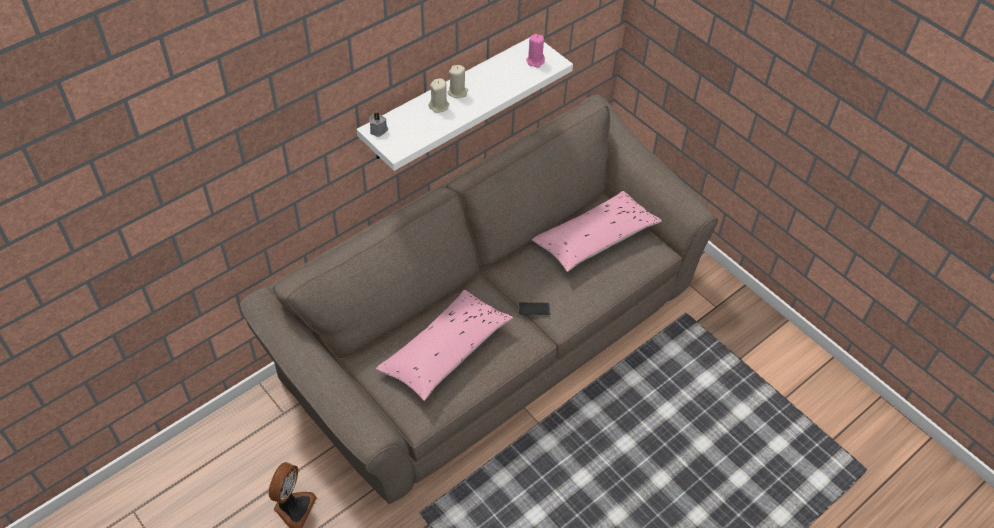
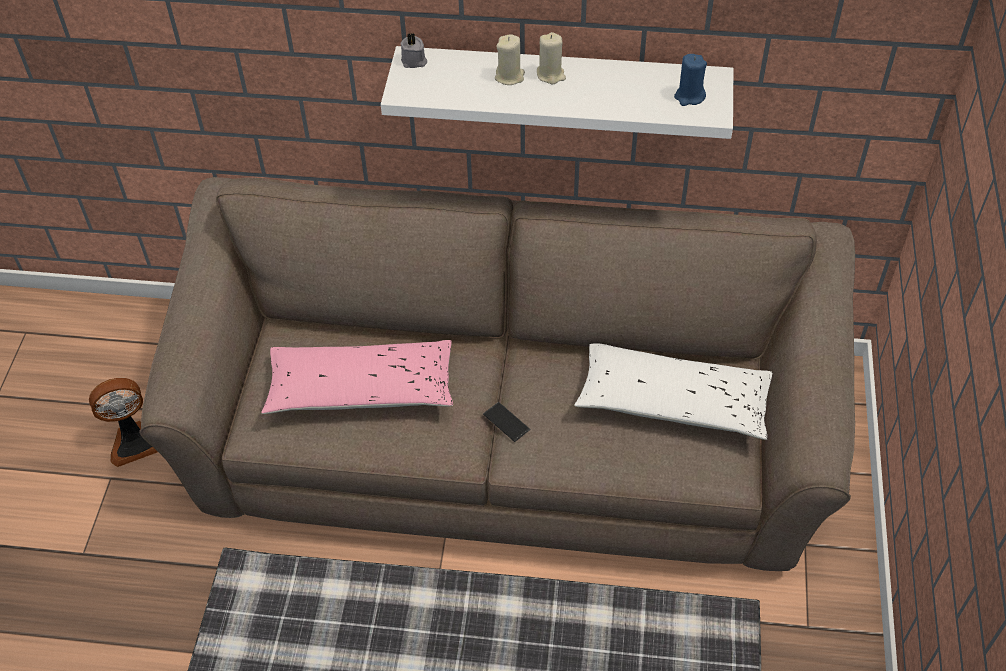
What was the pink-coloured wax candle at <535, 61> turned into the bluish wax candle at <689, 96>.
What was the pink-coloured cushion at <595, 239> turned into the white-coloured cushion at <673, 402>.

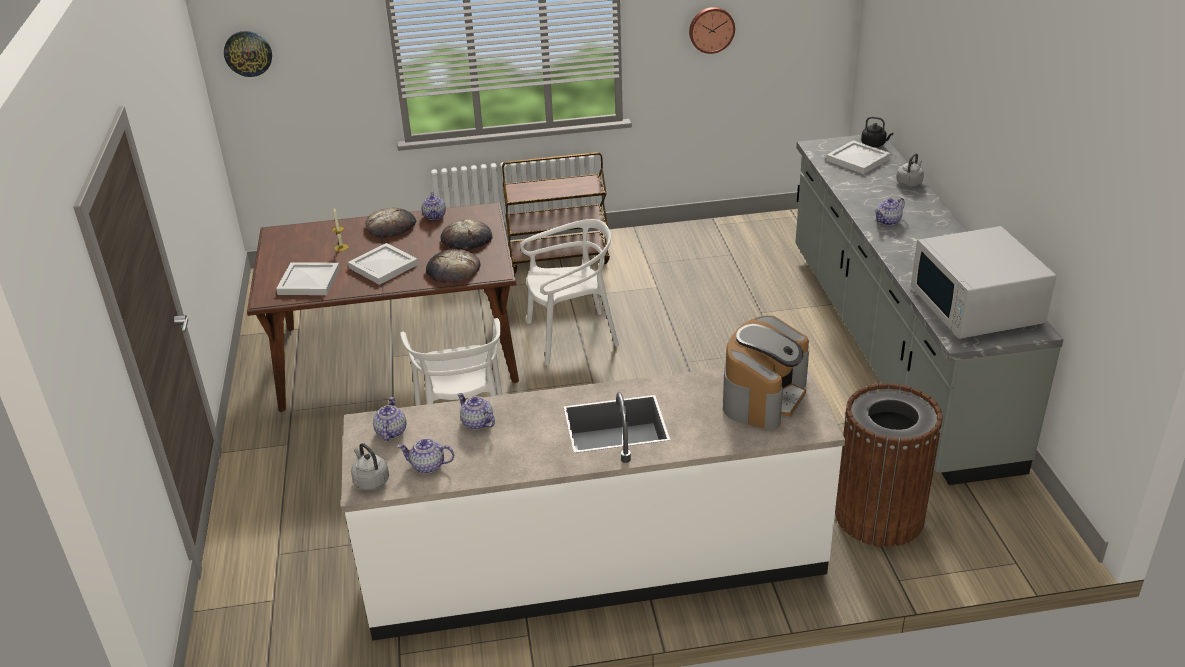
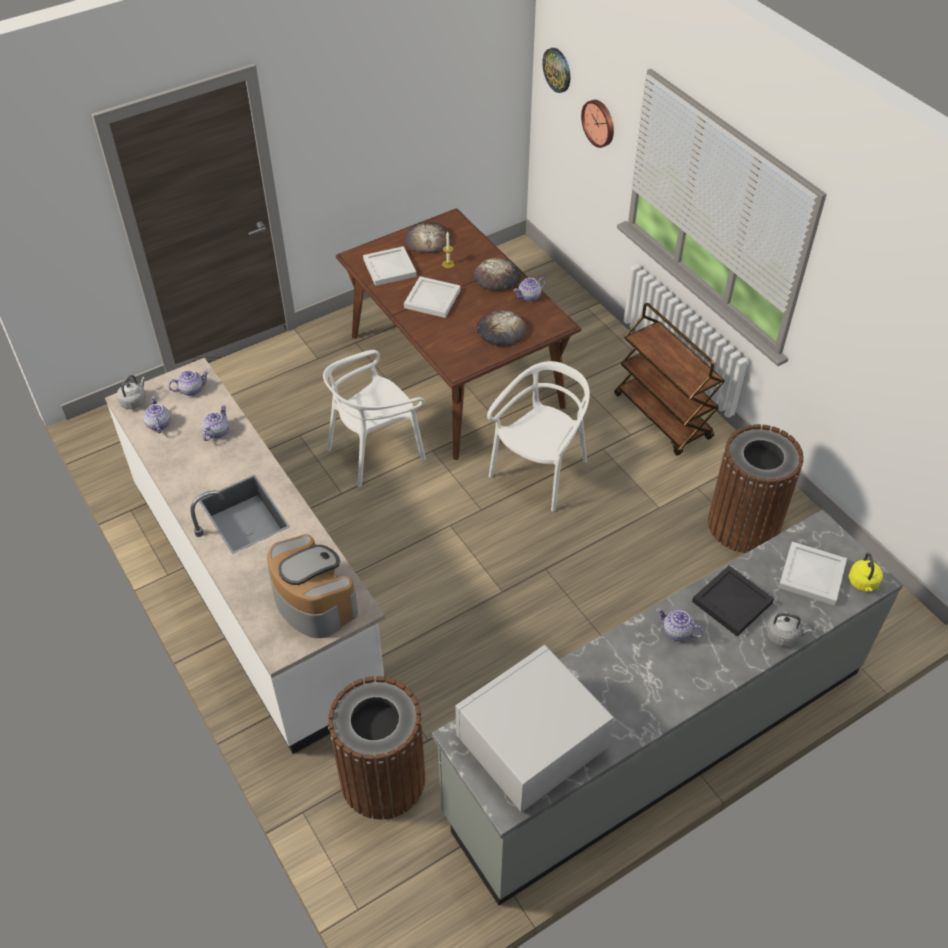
The second view gained the black-coloured carrying tray at <730, 602>.
The second view gained the brownish rubbish bin at <743, 524>.
The baked bread ended up elsewhere, having gone from <453, 269> to <427, 240>.
The hanging clock ended up elsewhere, having gone from <711, 29> to <599, 122>.
What was the black-coloured kettle at <874, 144> turned into the yellow kettle at <863, 583>.
The white-coloured plain chair at <571, 336> ended up facing another way, 105 degrees counterclockwise from before.
The coffee machine at <763, 396> ended up facing another way, 135 degrees counterclockwise from before.

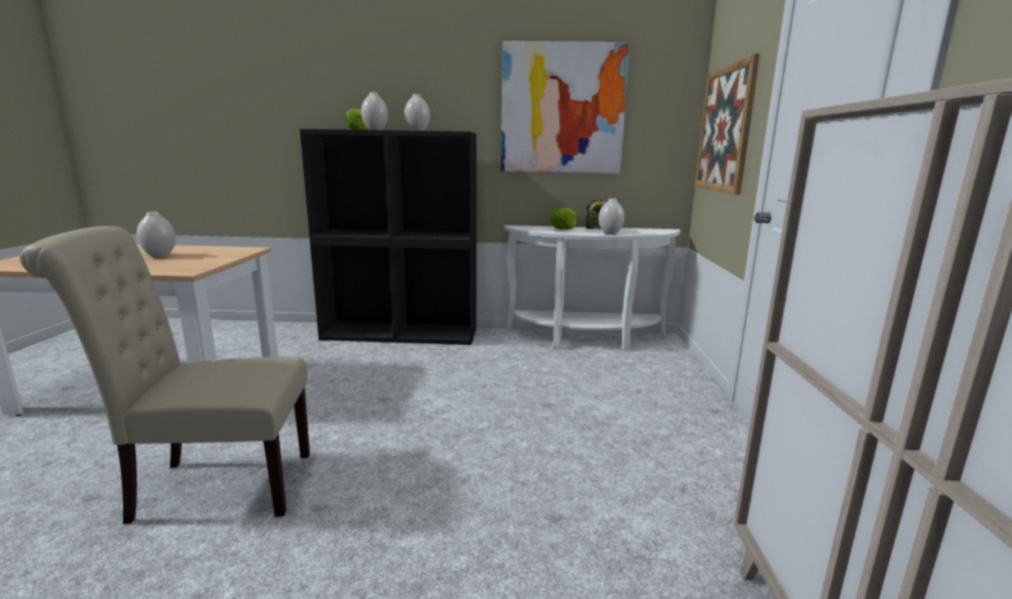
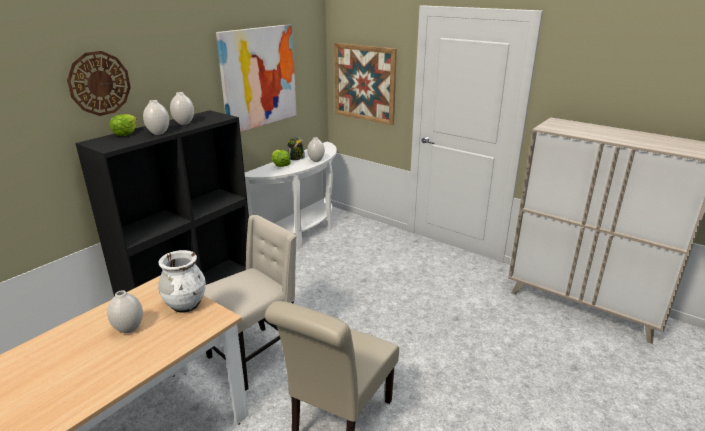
The second view gained the hanging clock at <99, 83>.
The second view gained the white-coloured decorative vase at <186, 305>.
The second view gained the beige plain chair at <255, 355>.

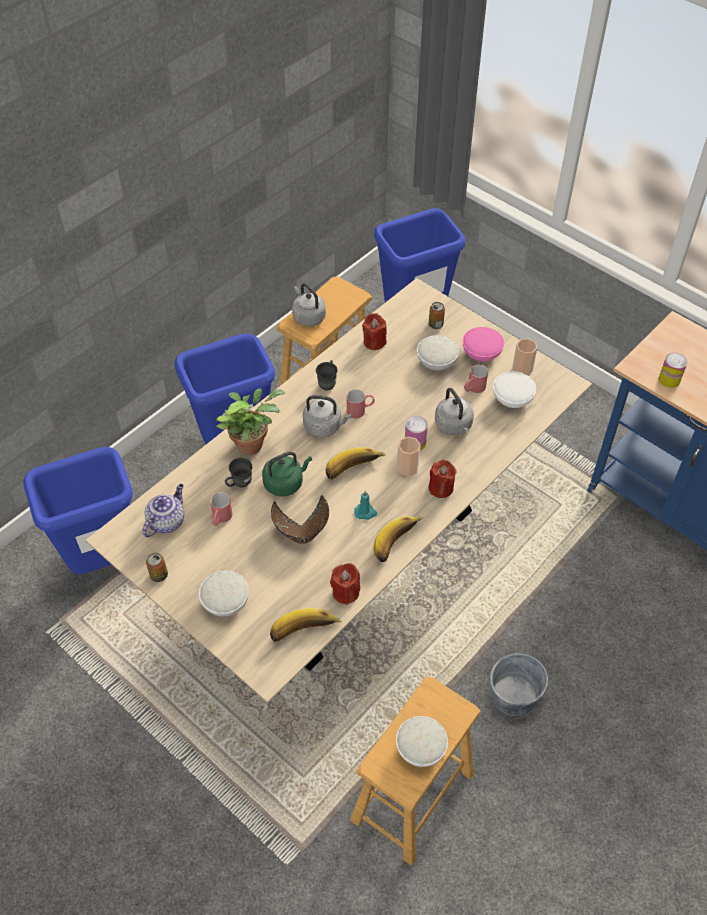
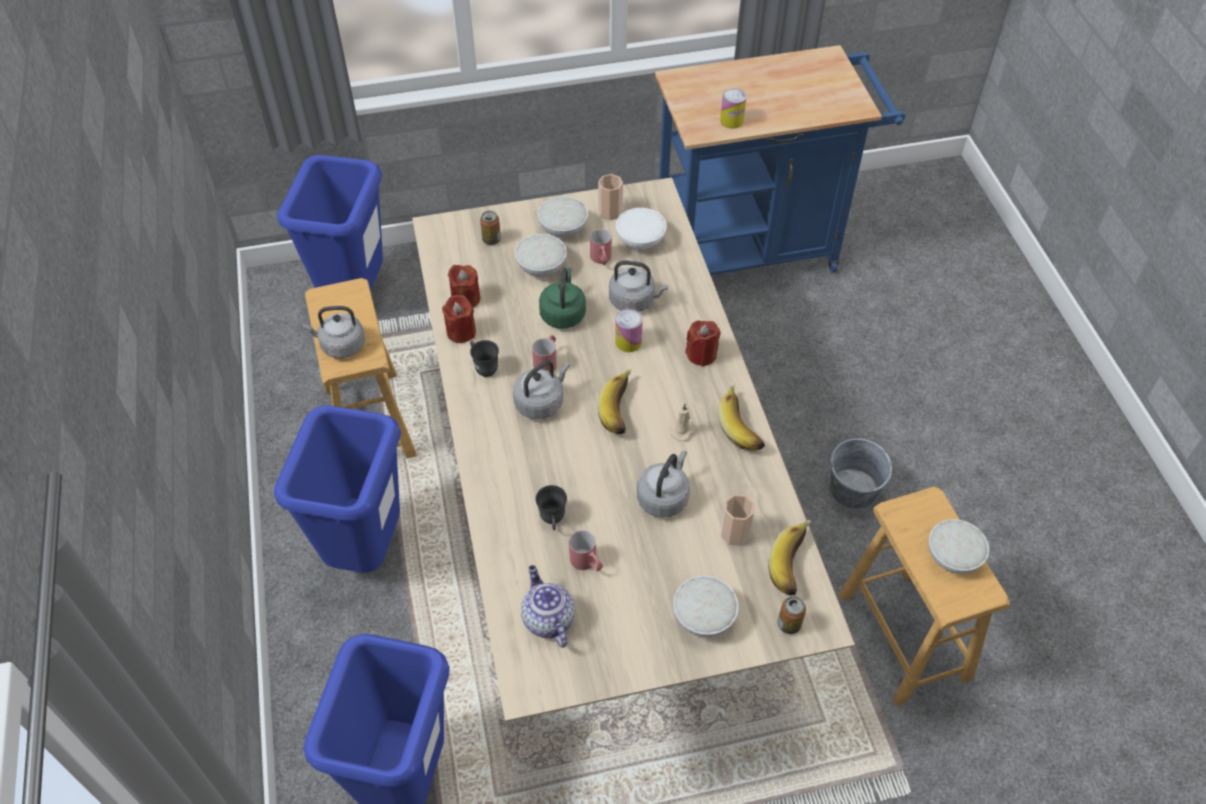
The second view lost the houseplant at <252, 443>.
The can ended up elsewhere, having gone from <159, 575> to <789, 624>.
The green kettle ended up elsewhere, having gone from <285, 483> to <563, 313>.
The reddish wax candle ended up elsewhere, having gone from <345, 592> to <461, 332>.
The drinking cup ended up elsewhere, having gone from <407, 467> to <735, 533>.
Where the brownish serving bowl stood at <302, 531>, the greyish kettle came to stand at <664, 497>.
What was the blue-green wax candle at <365, 512> turned into the beige wax candle at <683, 430>.
What was the pink-coloured serving bowl at <482, 354> turned into the white-coloured serving bowl at <564, 228>.

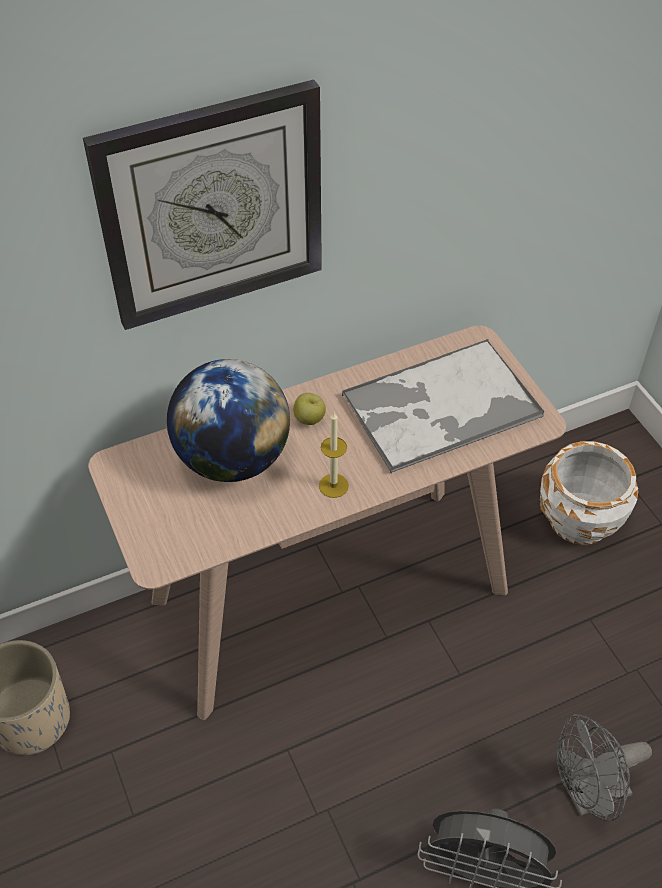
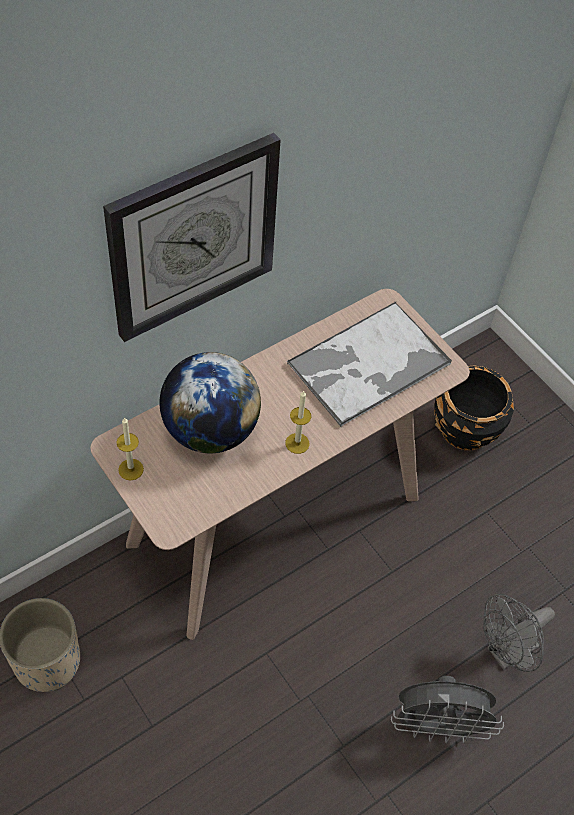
The second view lost the apple fruit at <309, 419>.
The second view gained the wax candle at <131, 469>.
What was the white-coloured planter at <579, 519> turned into the black-coloured planter at <465, 428>.

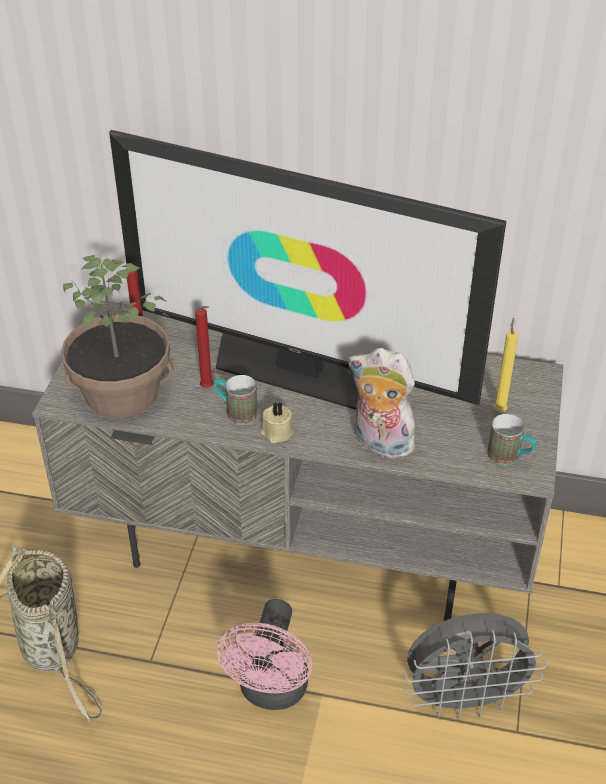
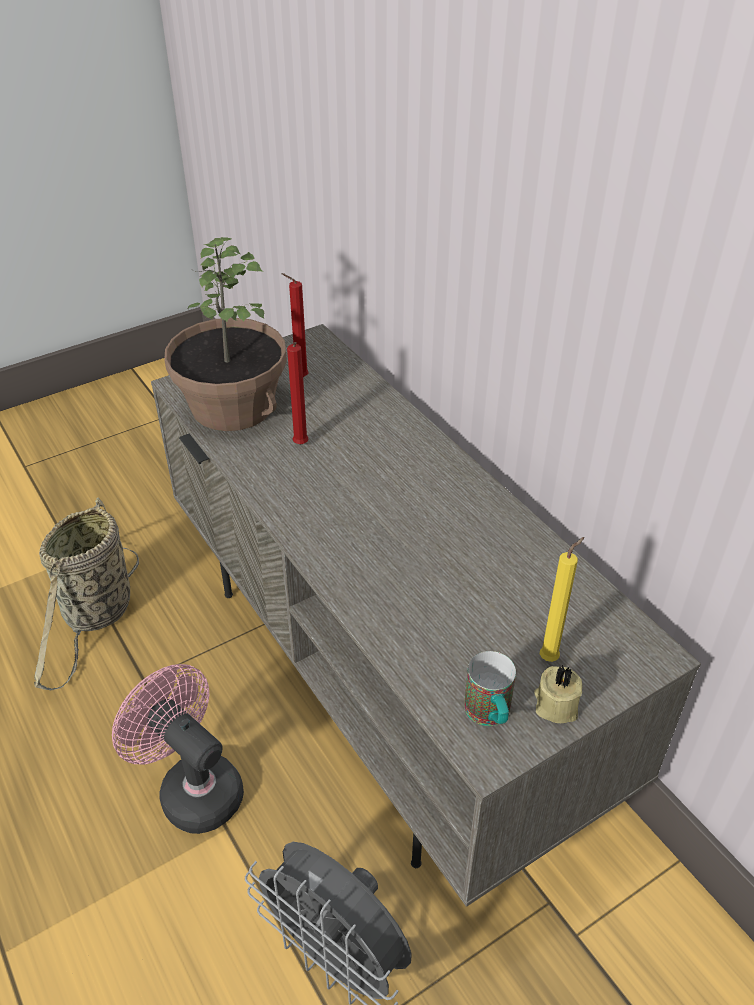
The second view lost the television at <300, 369>.
The second view lost the mug at <236, 412>.
The second view lost the cuddly toy at <379, 444>.
The beige wax candle ended up elsewhere, having gone from <276, 432> to <555, 705>.
The pink-coloured fan at <271, 692> ended up facing another way, 75 degrees clockwise from before.

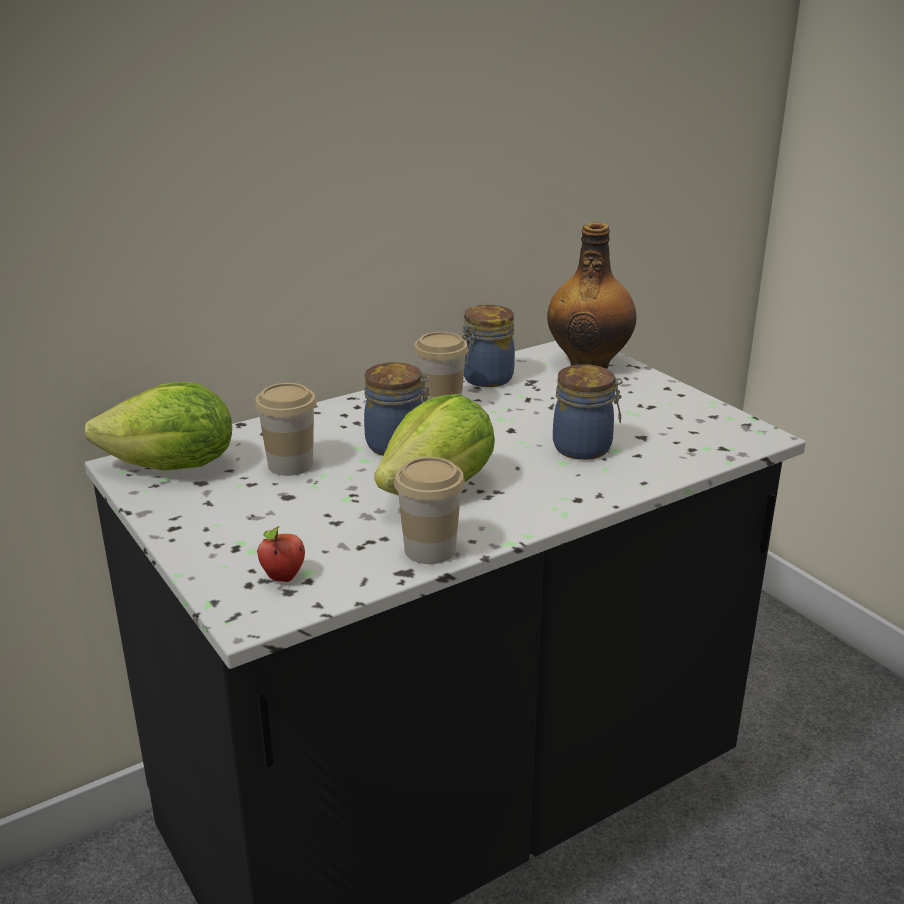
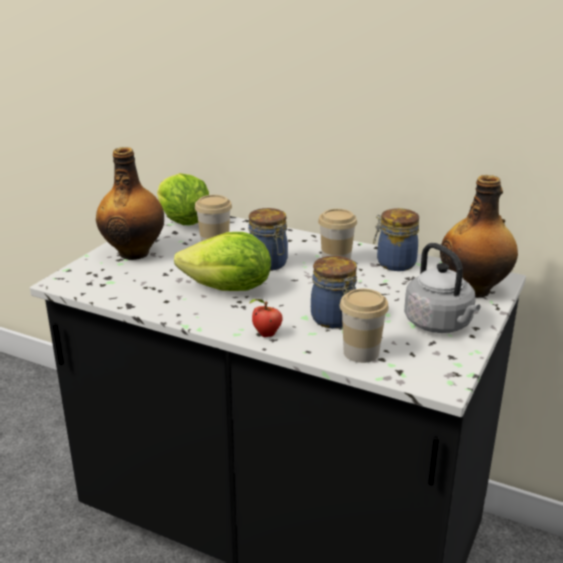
The second view gained the drink bottle at <134, 252>.
The second view gained the greyish kettle at <440, 324>.
The apple fruit ended up elsewhere, having gone from <283, 578> to <266, 335>.
The drinking cup ended up elsewhere, having gone from <430, 550> to <361, 352>.

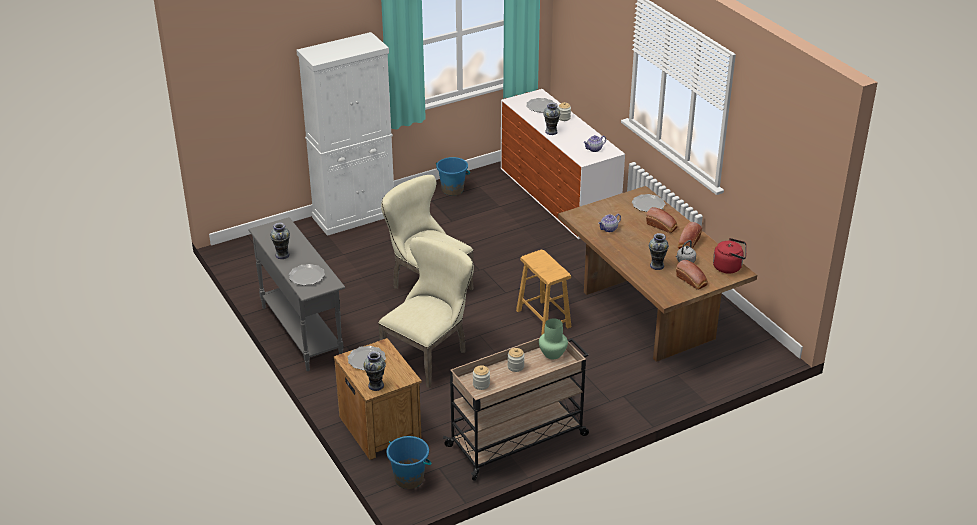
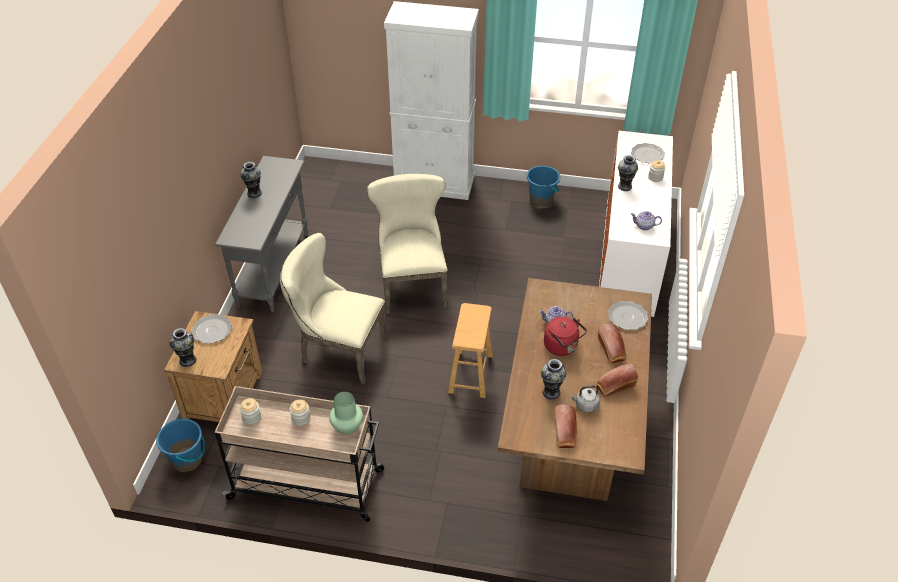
The second view lost the plate at <306, 276>.
The reddish kettle ended up elsewhere, having gone from <729, 267> to <562, 347>.
The beige plain chair at <429, 355> ended up facing another way, 150 degrees counterclockwise from before.

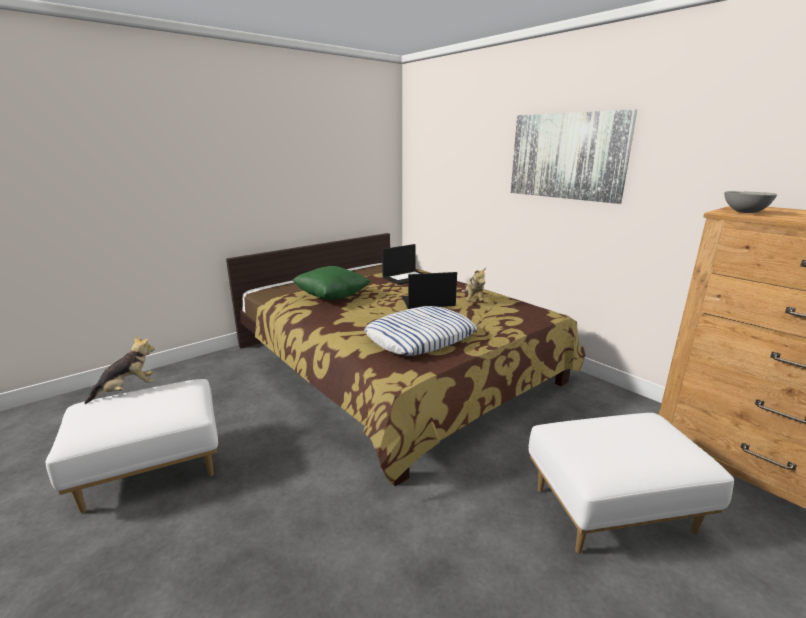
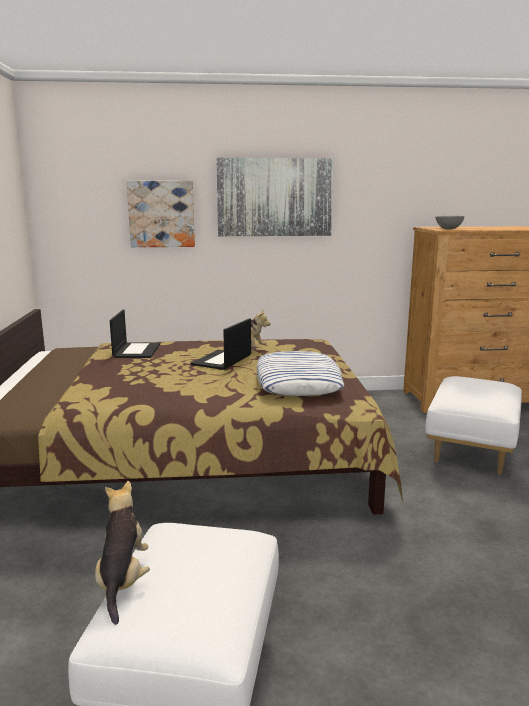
The second view lost the green cushion at <332, 297>.
The second view gained the wall picture at <161, 214>.

